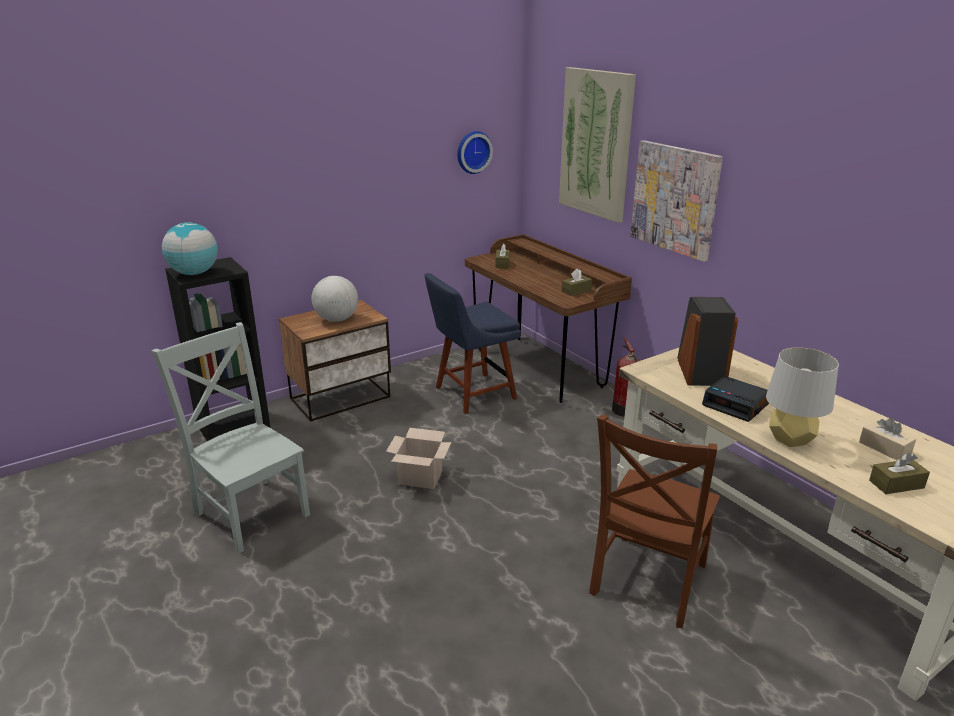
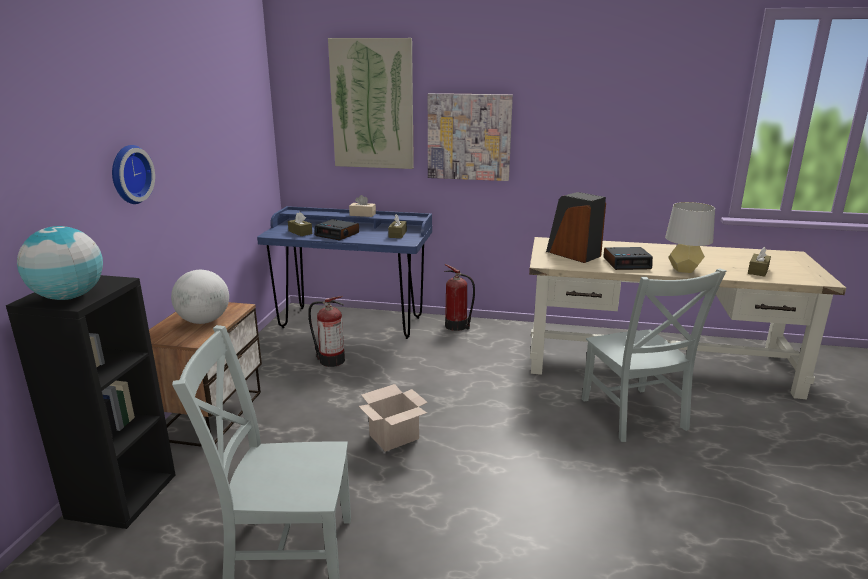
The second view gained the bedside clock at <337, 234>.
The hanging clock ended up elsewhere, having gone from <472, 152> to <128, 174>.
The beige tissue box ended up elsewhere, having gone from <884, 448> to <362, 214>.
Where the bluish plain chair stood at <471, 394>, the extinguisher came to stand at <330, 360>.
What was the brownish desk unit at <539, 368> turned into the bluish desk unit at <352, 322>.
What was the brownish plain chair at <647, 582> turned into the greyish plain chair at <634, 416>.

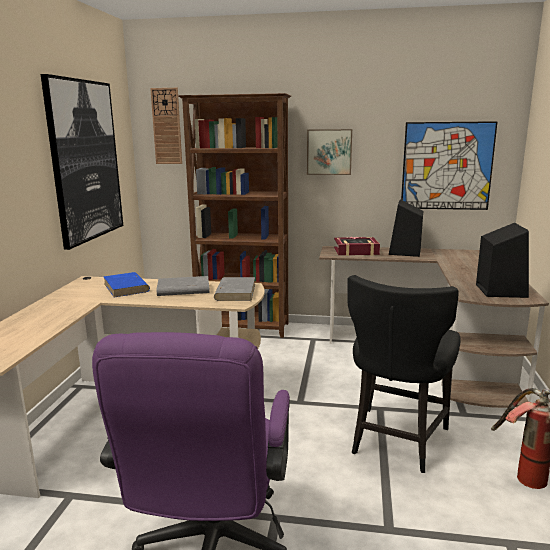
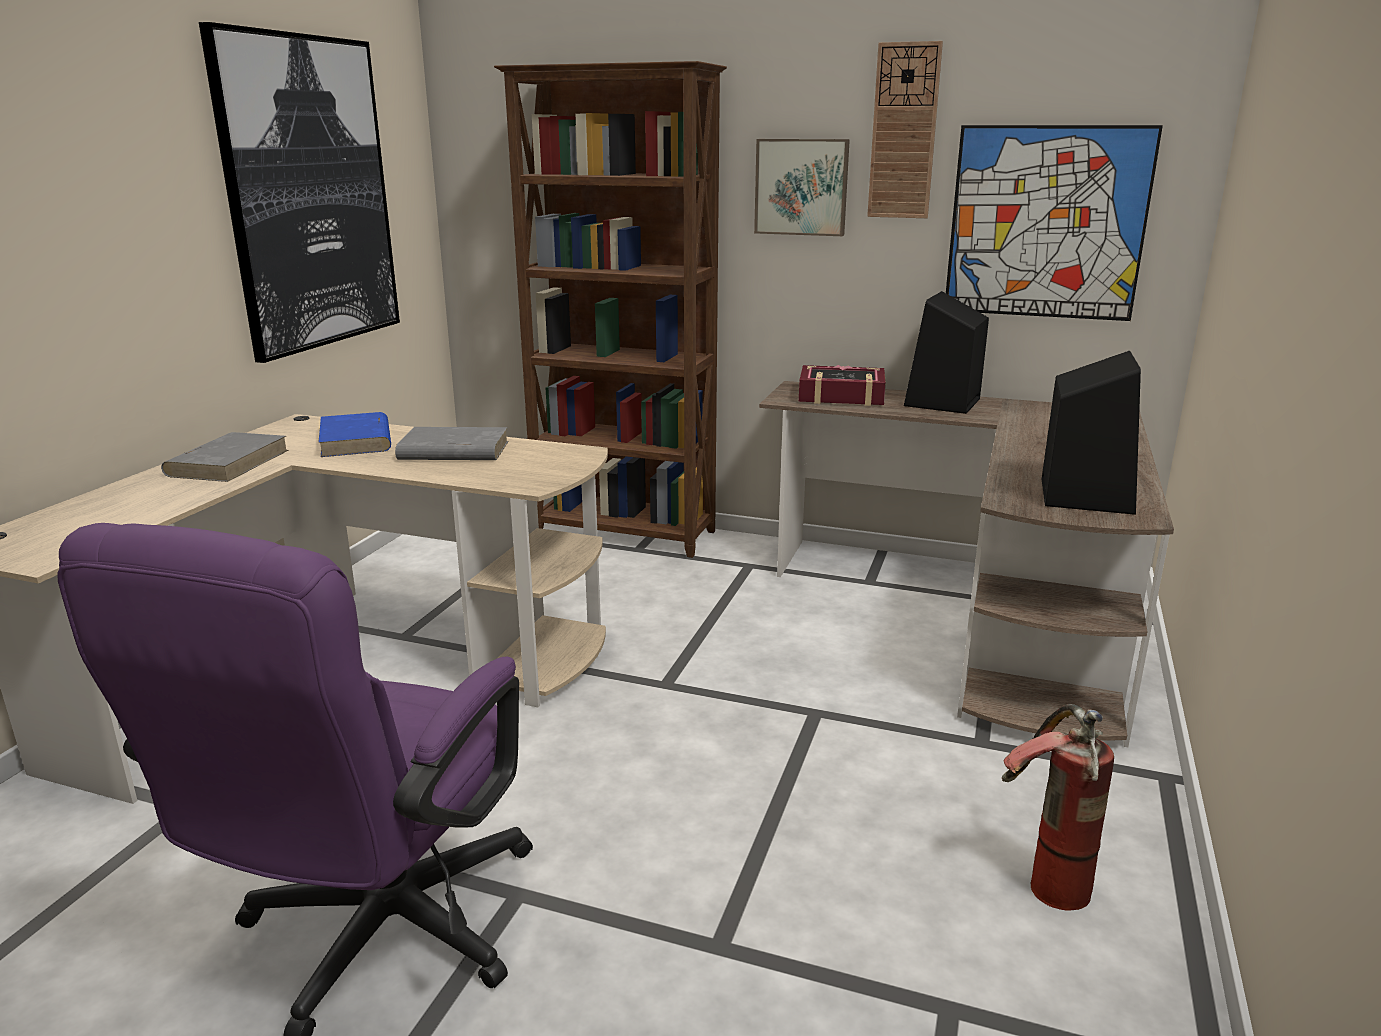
The second view lost the black-coloured plain chair at <396, 440>.
The hanging clock ended up elsewhere, having gone from <167, 126> to <904, 132>.
The greyish book ended up elsewhere, having gone from <235, 292> to <229, 462>.

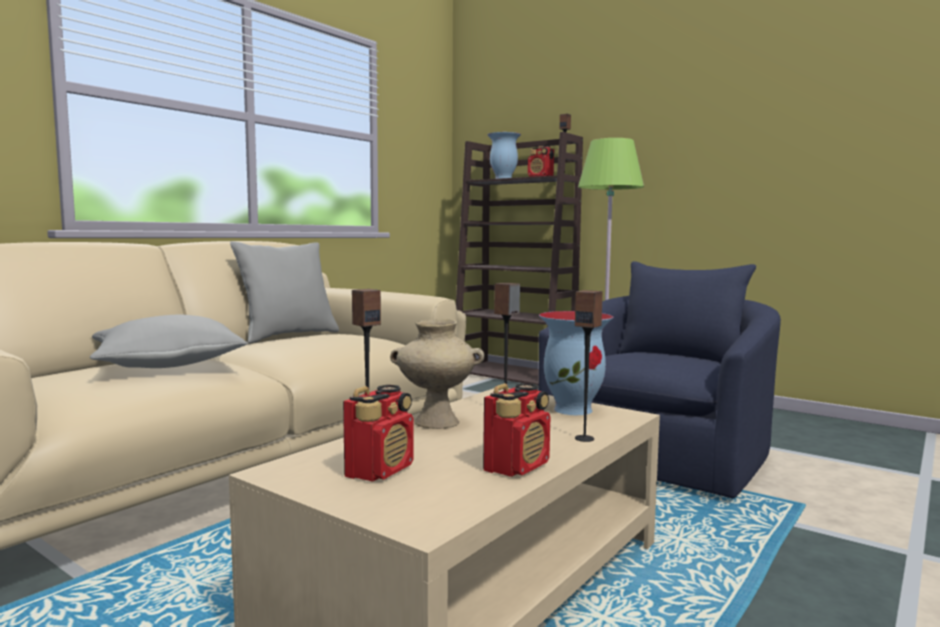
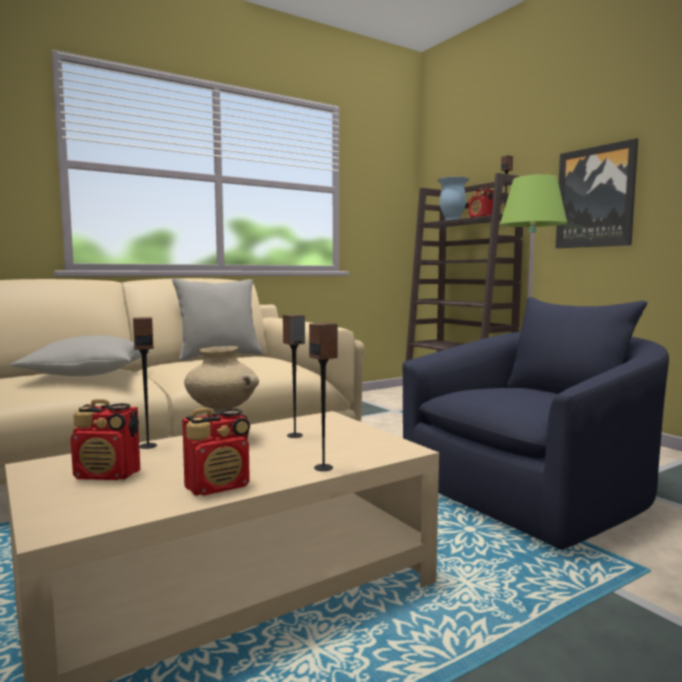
The second view lost the decorative vase at <574, 409>.
The second view gained the wall picture at <595, 197>.
The radio at <380, 470> ended up facing another way, 45 degrees clockwise from before.

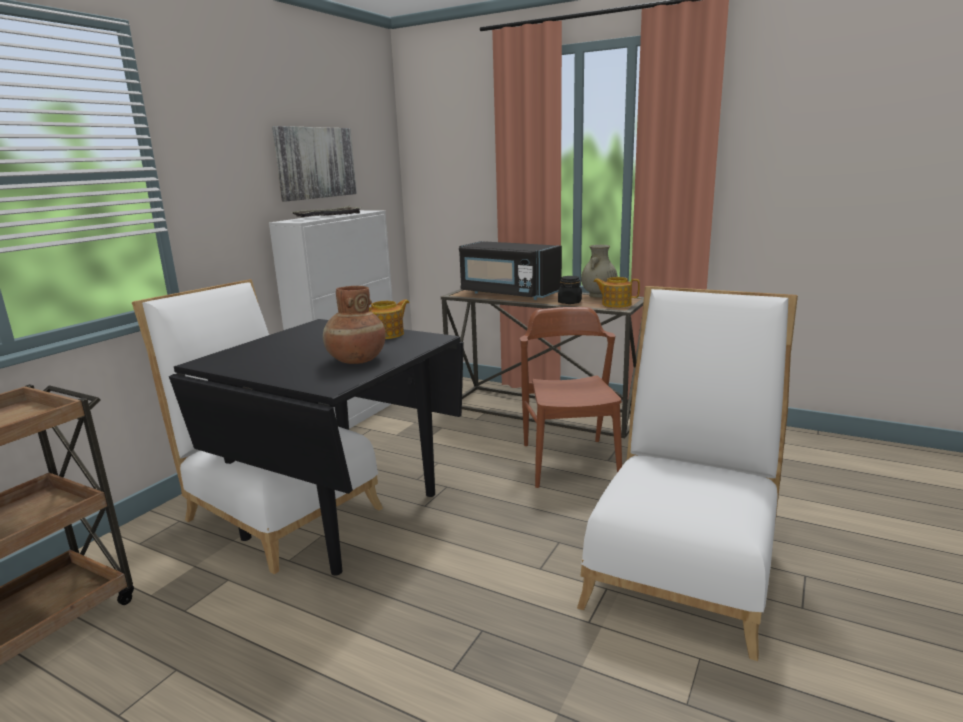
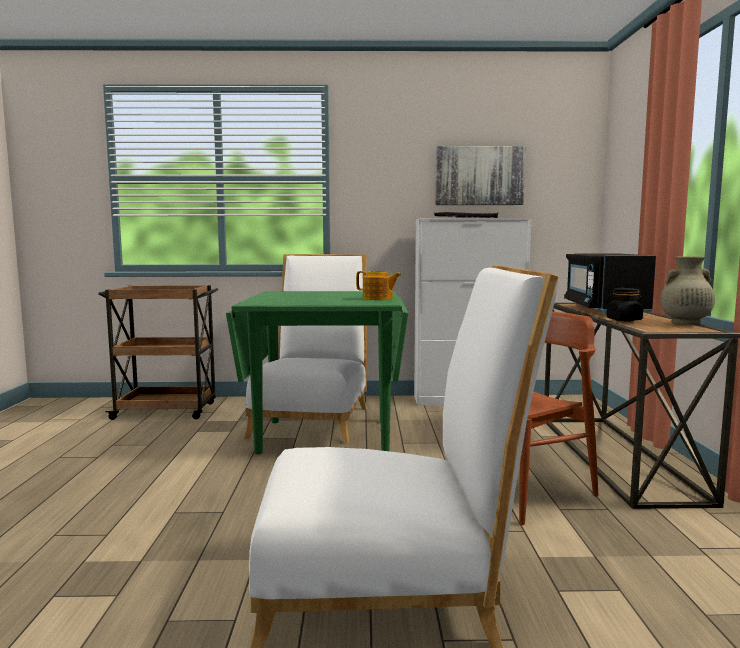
The second view lost the brownish decorative vase at <356, 360>.
The second view lost the pot for tea at <615, 304>.
What was the black-coloured dinner table at <344, 515> turned into the green dinner table at <325, 436>.

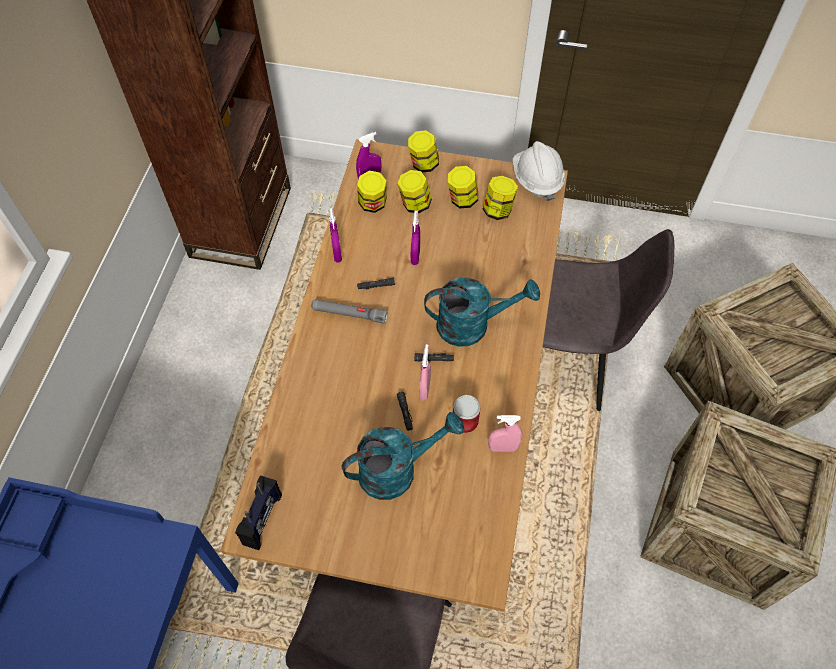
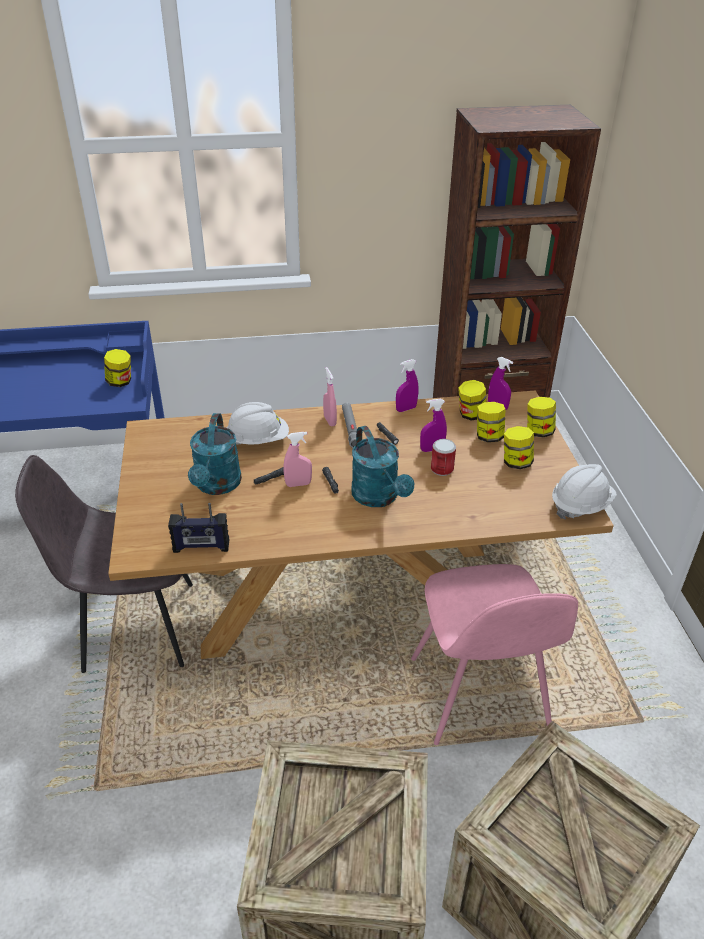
The second view gained the white-coloured work helmet at <258, 440>.
The radio ended up elsewhere, having gone from <263, 520> to <201, 547>.
The can ended up elsewhere, having gone from <465, 421> to <442, 469>.
The storage jar ended up elsewhere, having gone from <498, 210> to <120, 382>.
The pink-coloured spray bottle ended up elsewhere, having gone from <503, 447> to <330, 421>.
What was the greyish plain chair at <562, 360> turned into the pink-coloured plain chair at <479, 696>.
The blue-green sprinkling can at <397, 469> ended up facing another way, 45 degrees clockwise from before.

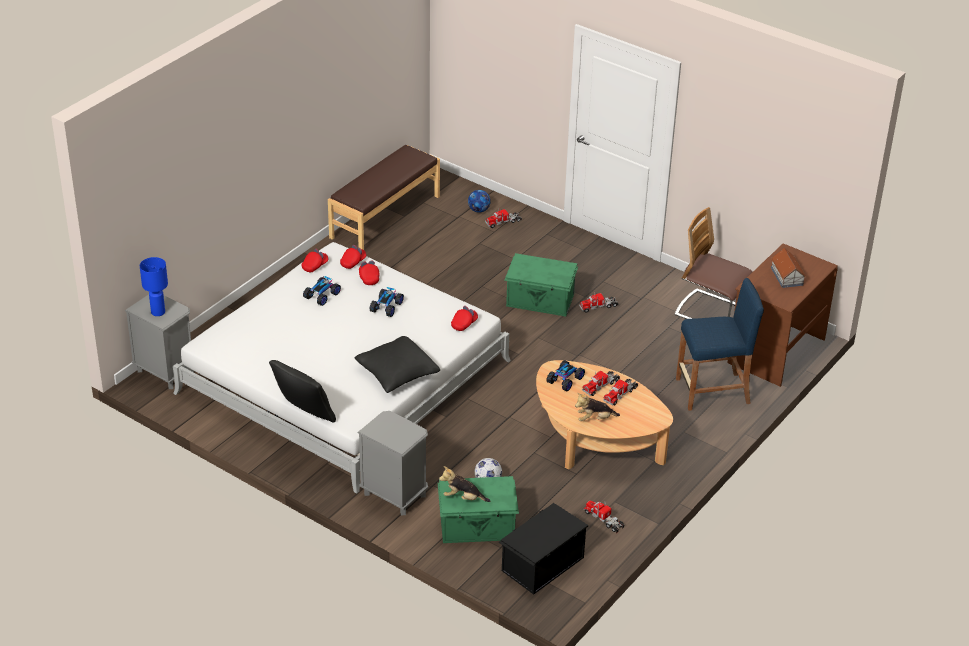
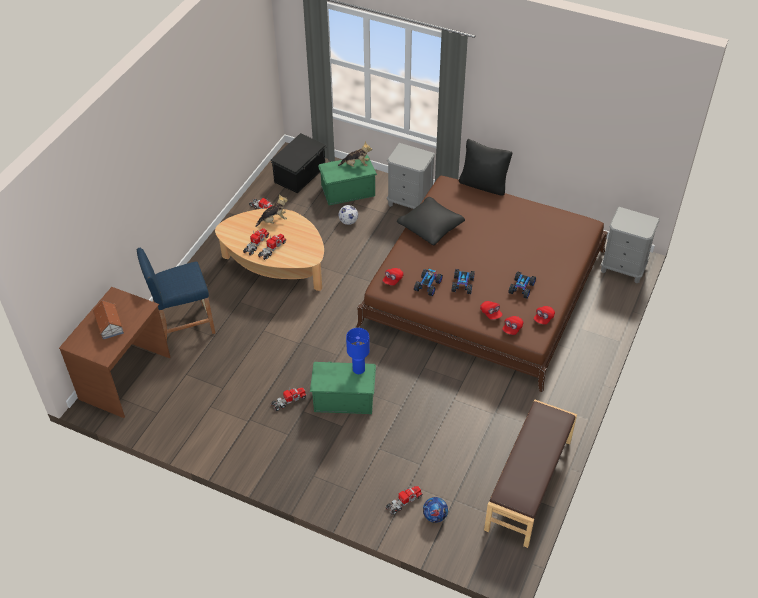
The second view lost the plain chair at <710, 312>.
The bluish lamp for a table ended up elsewhere, having gone from <157, 312> to <359, 369>.
The miniature car ended up elsewhere, having gone from <565, 380> to <427, 285>.
What was the white-coloured bed at <345, 377> turned into the brownish bed at <484, 288>.

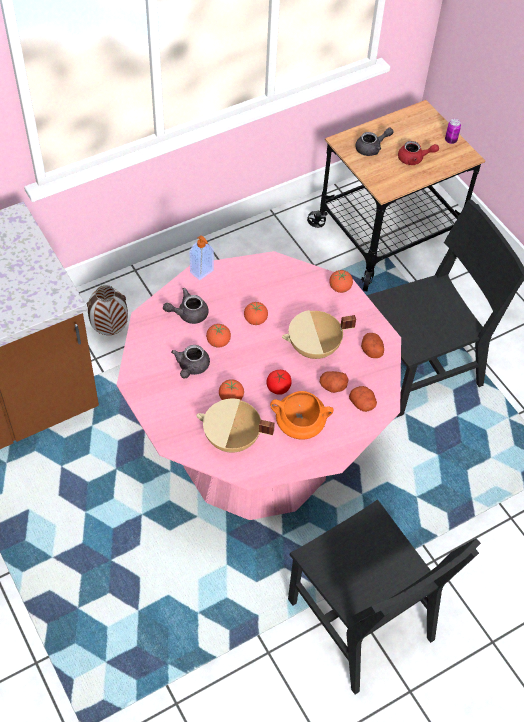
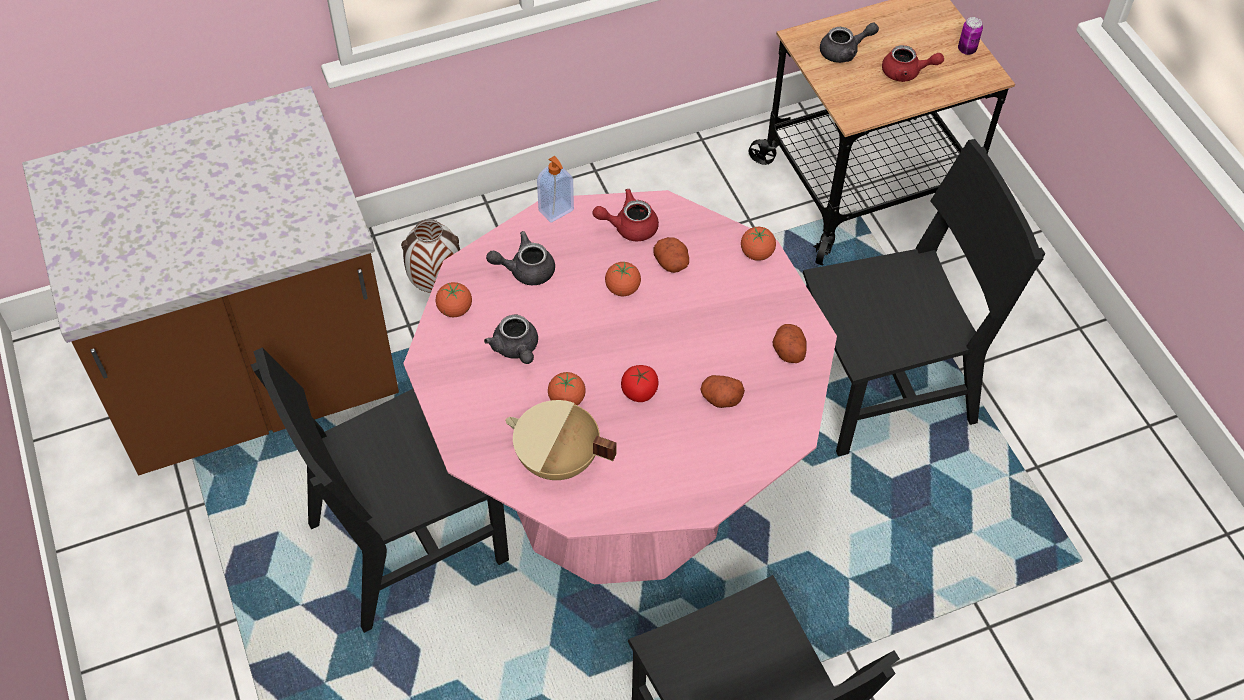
The second view lost the orangey cooking pot at <299, 426>.
The second view lost the beige cooking pot at <314, 349>.
The second view gained the black-coloured plain chair at <407, 542>.
The second view gained the reddish pot for tea at <629, 227>.
The whole tomato ended up elsewhere, having gone from <218, 342> to <455, 309>.
The potato ended up elsewhere, having gone from <363, 404> to <672, 263>.
The greyish pot for tea at <191, 367> ended up facing another way, 45 degrees counterclockwise from before.

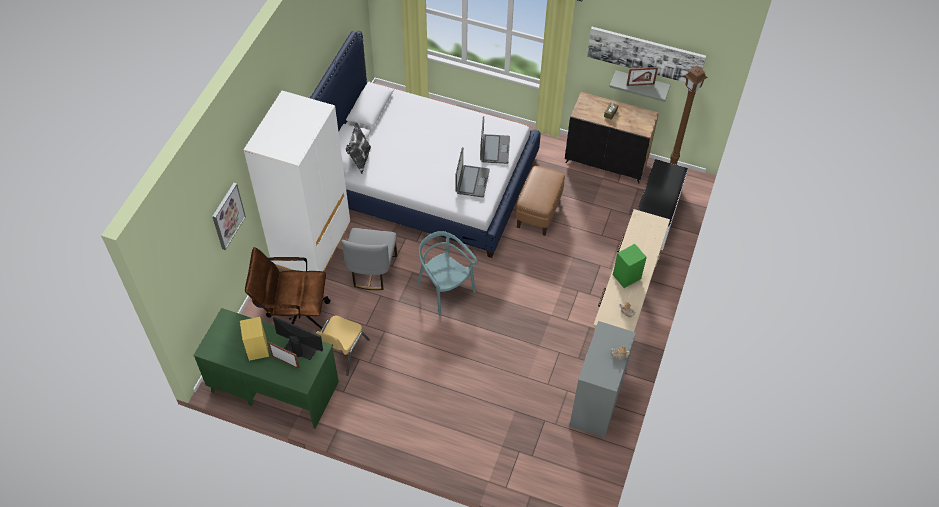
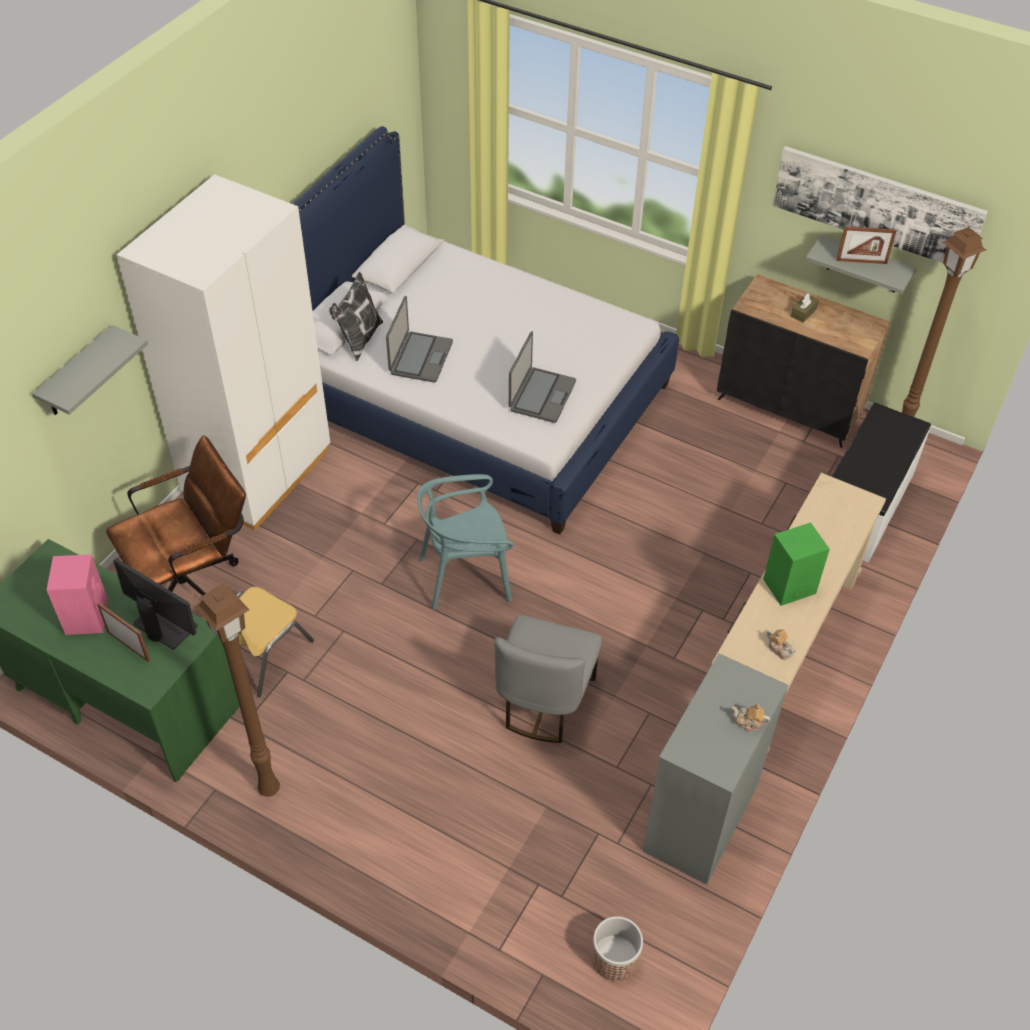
The second view lost the brownish footrest at <538, 213>.
The second view gained the brownish standard lamp at <269, 787>.
The second view gained the planter at <614, 958>.
The greyish plain chair ended up elsewhere, having gone from <372, 270> to <544, 701>.
The portable computer ended up elsewhere, having gone from <494, 149> to <420, 358>.
Where the wall picture hung at <227, 216>, the greyish wall shelf came to hang at <77, 373>.
What was the yellow speaker at <257, 348> turned into the pink-coloured speaker at <87, 616>.
The brownish computer chair at <294, 316> ended up facing another way, 135 degrees clockwise from before.
The blue-green plain chair at <445, 290> ended up facing another way, 75 degrees counterclockwise from before.

